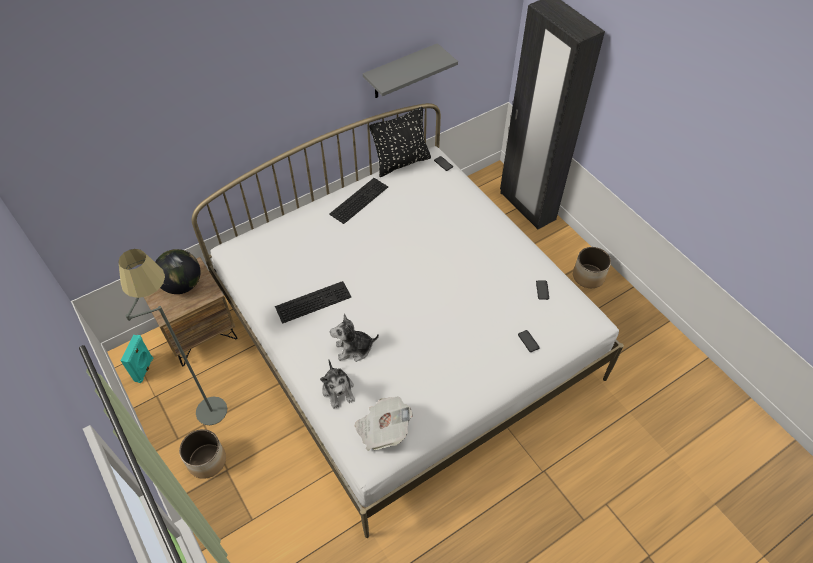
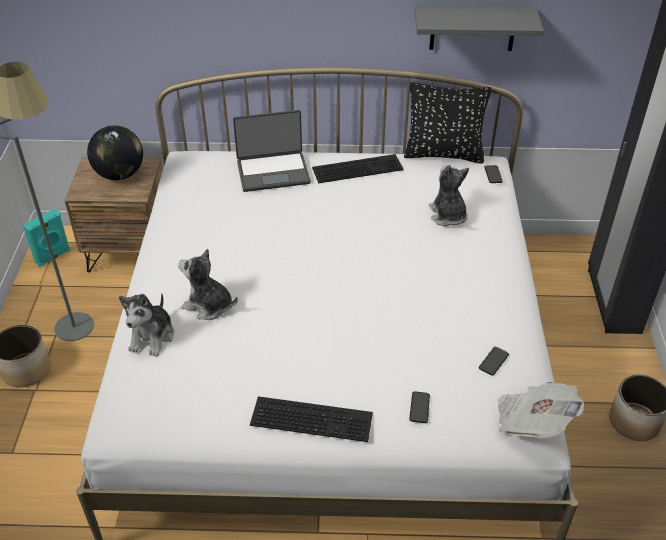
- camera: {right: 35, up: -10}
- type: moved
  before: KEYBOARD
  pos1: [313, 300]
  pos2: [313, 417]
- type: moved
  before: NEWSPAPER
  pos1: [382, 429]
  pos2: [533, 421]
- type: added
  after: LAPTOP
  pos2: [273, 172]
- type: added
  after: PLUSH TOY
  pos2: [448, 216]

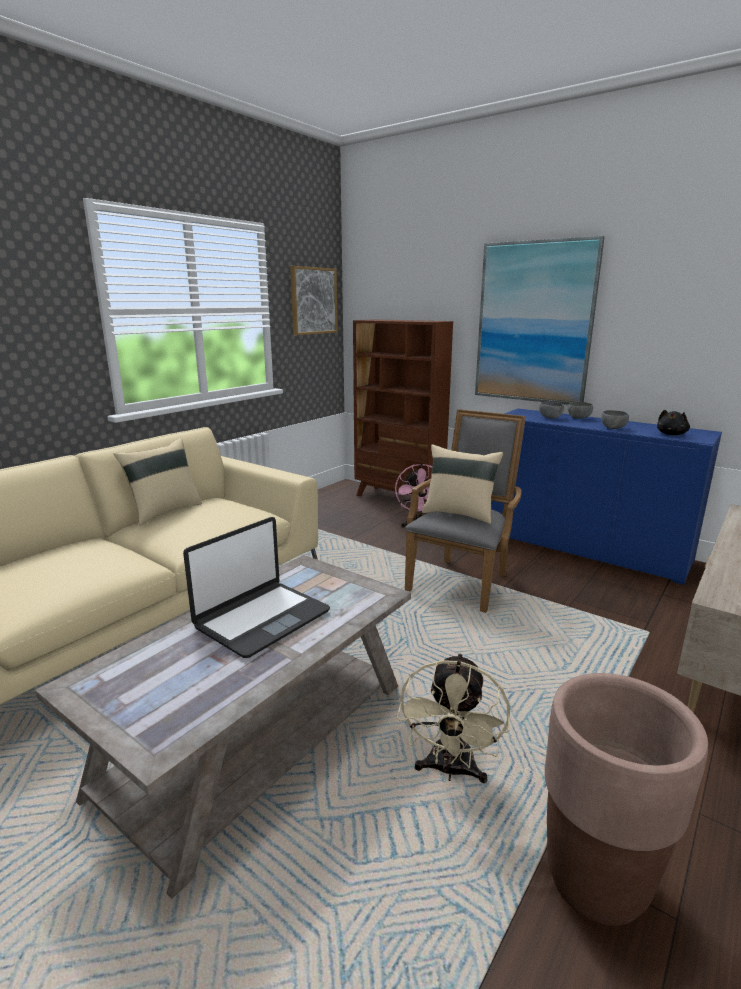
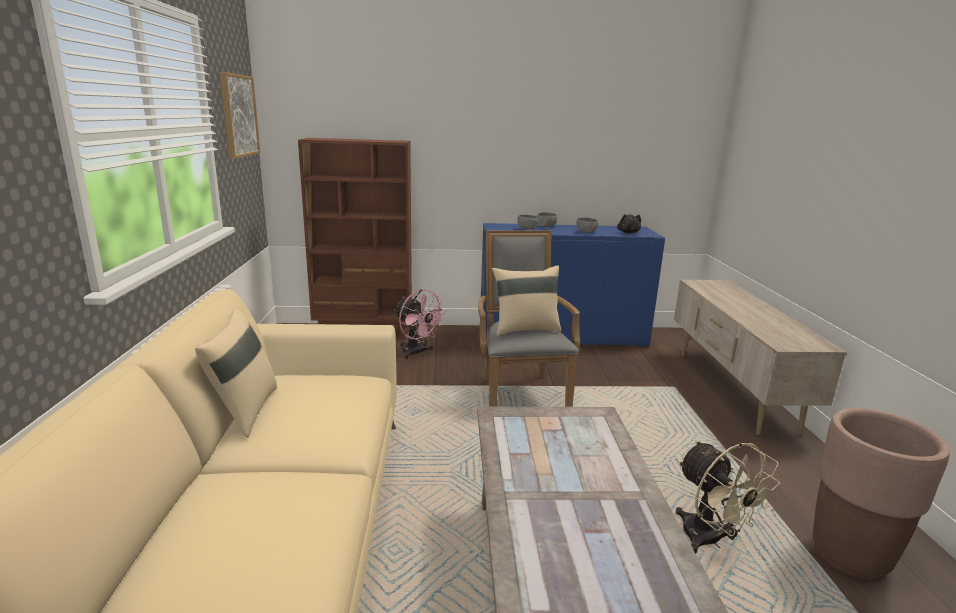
- camera: {right: -40, up: 0}
- type: removed
  before: LAPTOP
  pos1: [261, 619]
- type: removed
  before: PICTURE
  pos1: [534, 323]

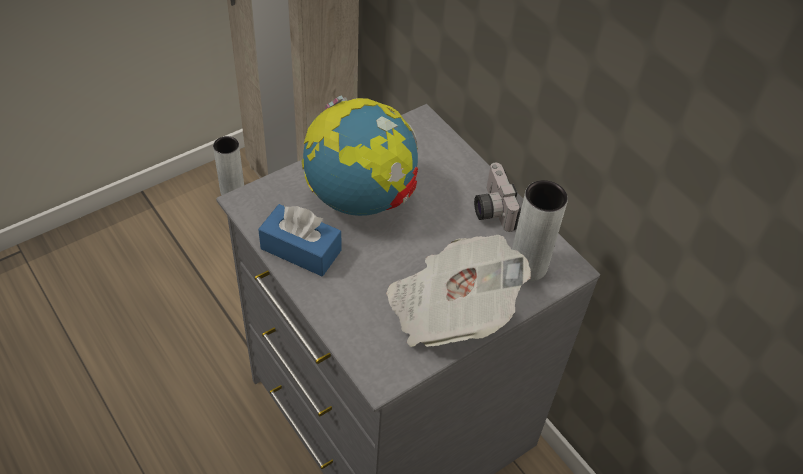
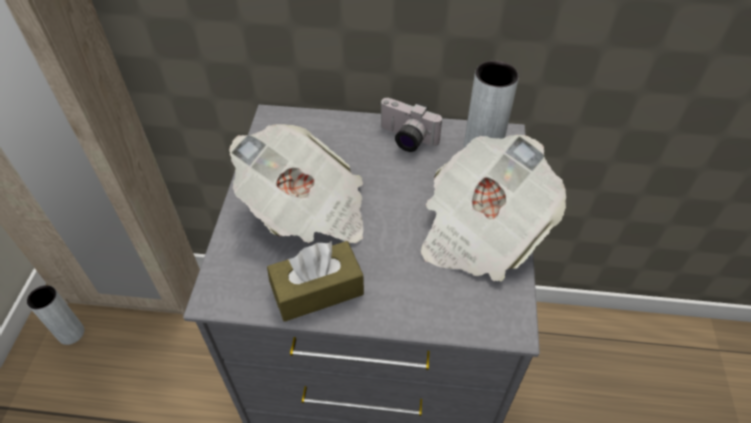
- camera: {right: -45, up: 0}
- type: recoloured
  before: BLUE TISSUE BOX
  after: BROWN TISSUE BOX
  pos1: [301, 249]
  pos2: [317, 290]
- type: replaced
  before: GLOBE
  after: NEWSPAPER
  pos1: [360, 198]
  pos2: [307, 209]

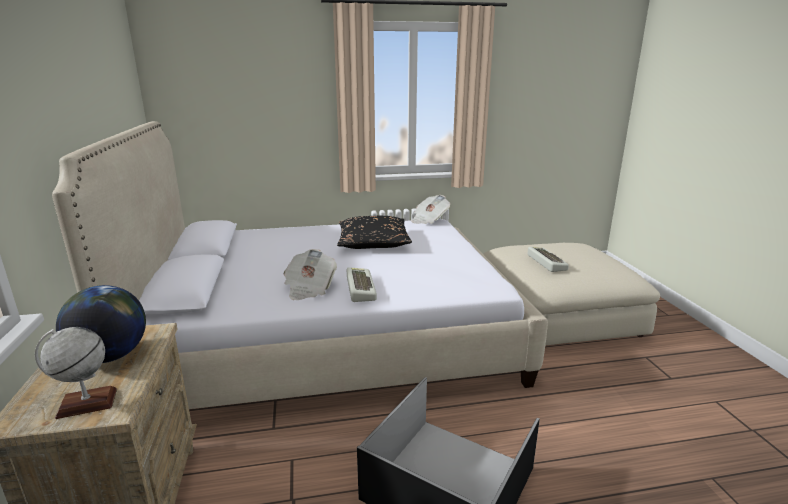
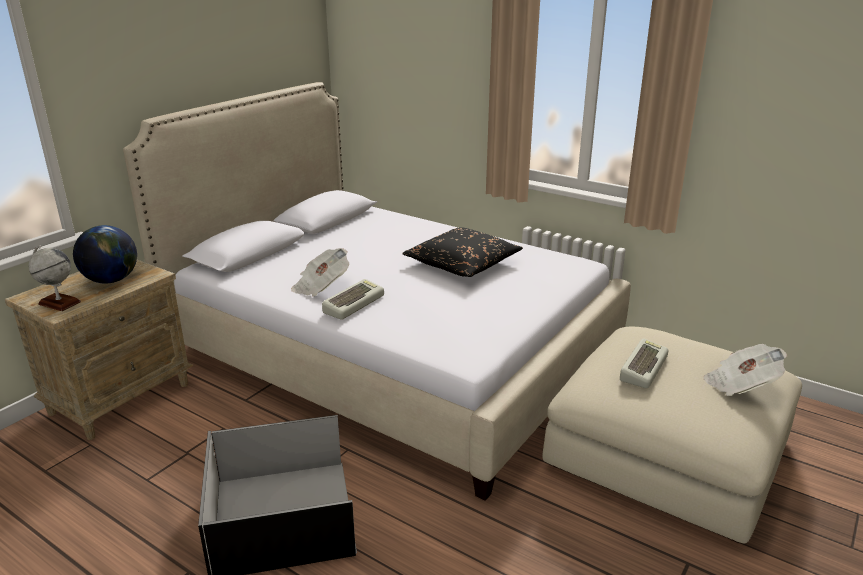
- camera: {right: 45, up: 5}
- type: moved
  before: NEWSPAPER
  pos1: [429, 220]
  pos2: [740, 385]

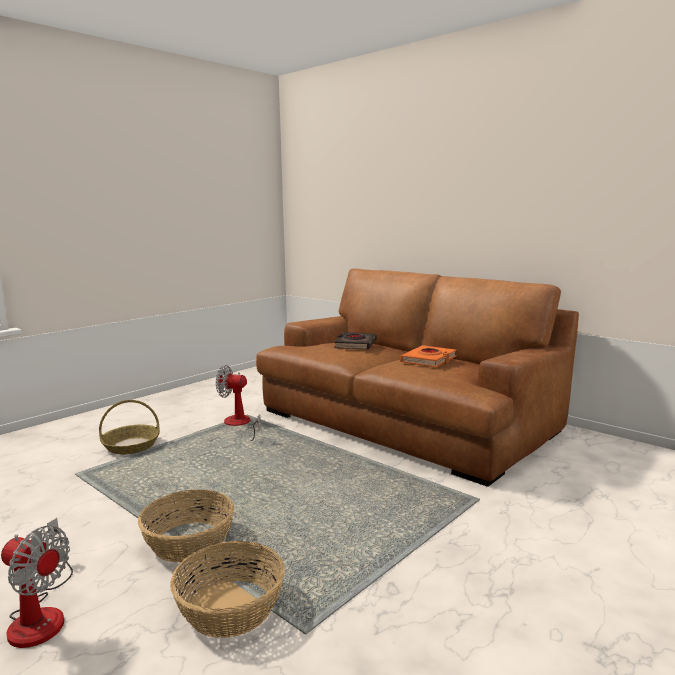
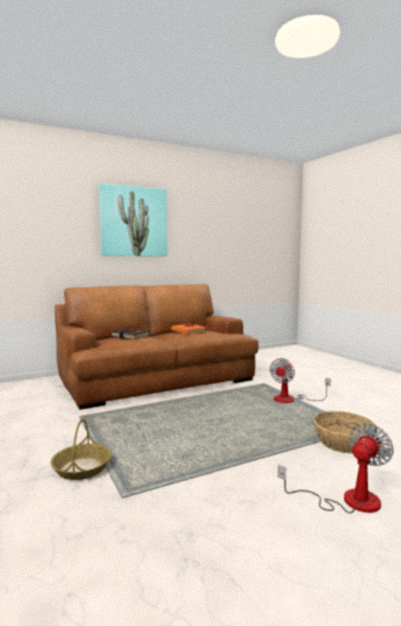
- camera: {right: -70, up: -5}
- type: removed
  before: BASKET
  pos1: [189, 541]
- type: moved
  before: FAN
  pos1: [240, 425]
  pos2: [291, 400]
- type: added
  after: PICTURE
  pos2: [133, 222]

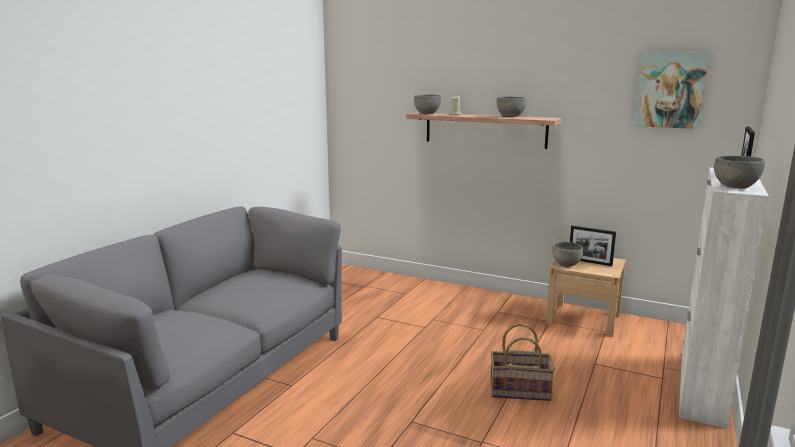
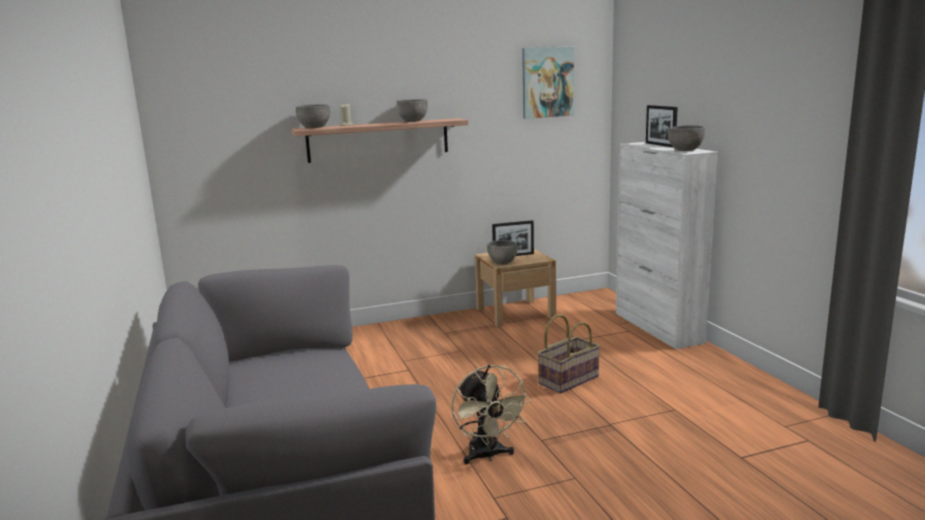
- camera: {right: -45, up: 0}
- type: added
  after: BEIGE FAN
  pos2: [487, 456]

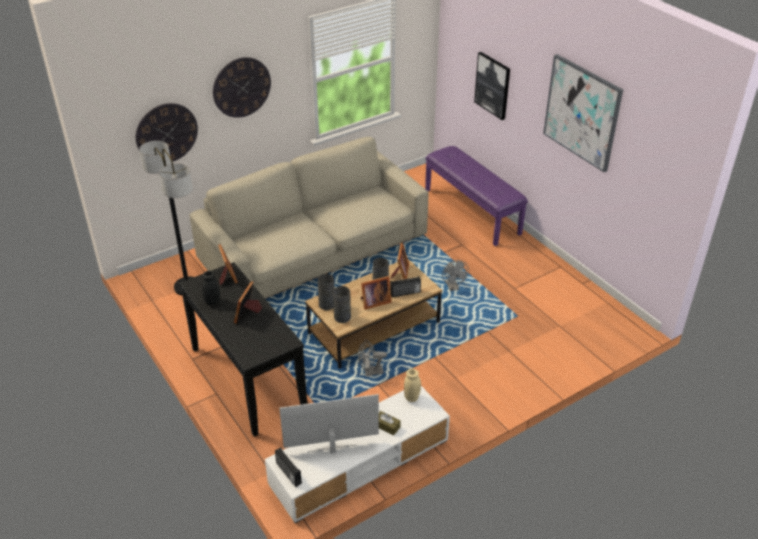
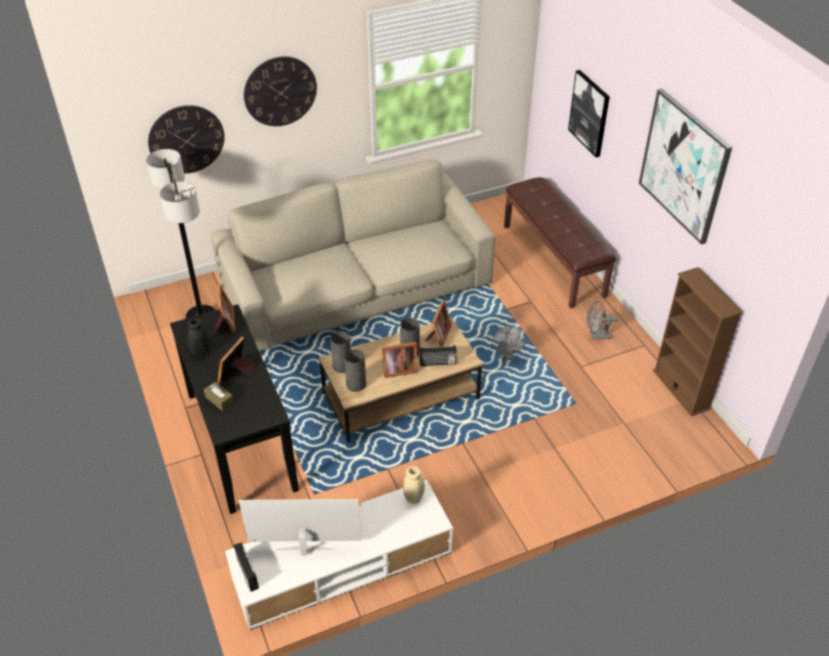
- camera: {right: 10, up: 5}
- type: moved
  before: GREY FAN
  pos1: [370, 372]
  pos2: [596, 336]
- type: moved
  before: BROWN TISSUE BOX
  pos1: [387, 426]
  pos2: [219, 400]
- type: recoloured
  before: PURPLE BENCH
  after: BROWN BENCH
  pos1: [472, 211]
  pos2: [554, 260]
- type: added
  after: BROWN BOOKCASE
  pos2: [681, 389]

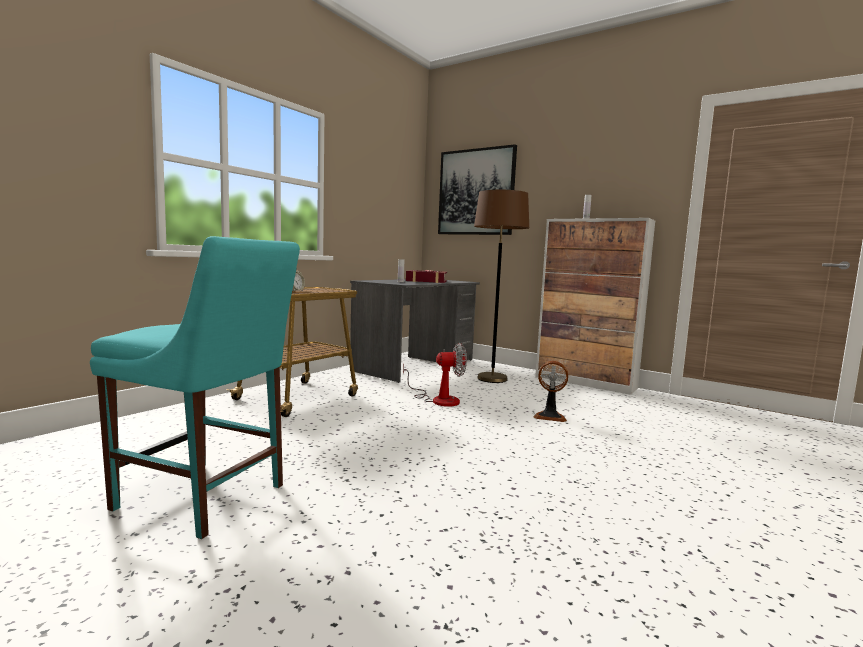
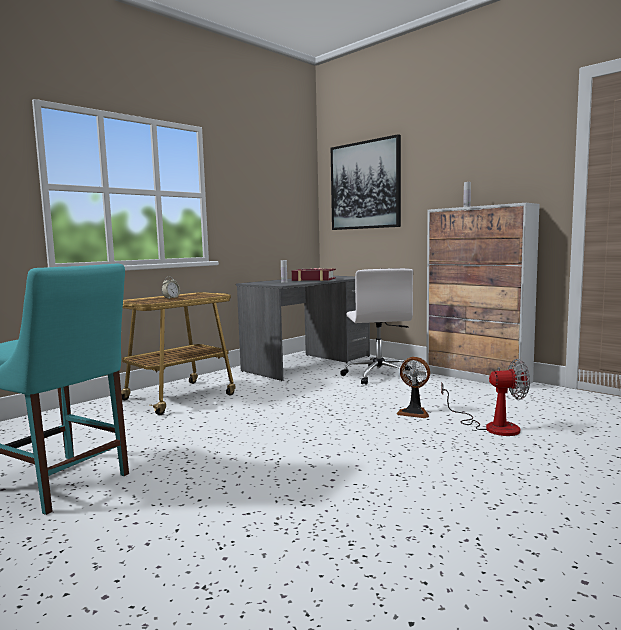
- camera: {right: 10, up: 0}
- type: moved
  before: FAN
  pos1: [438, 399]
  pos2: [491, 426]
- type: replaced
  before: BROWN FLOOR LAMP
  after: WHITE OFFICE CHAIR
  pos1: [492, 379]
  pos2: [378, 375]

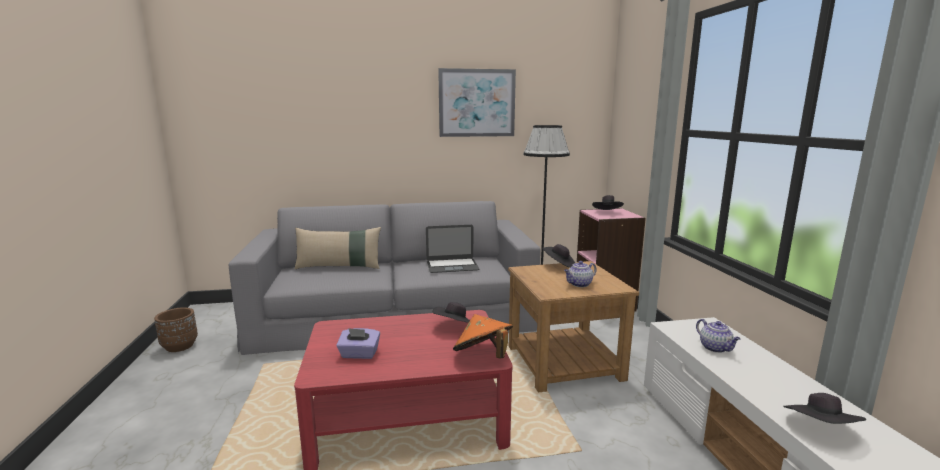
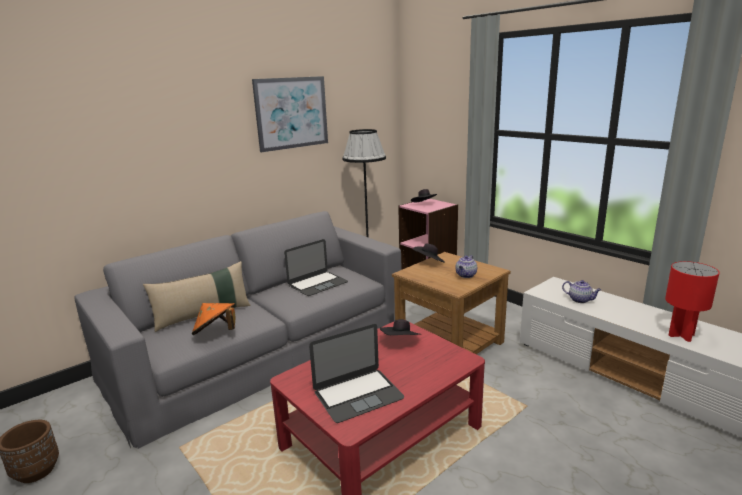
- camera: {right: -30, up: 5}
- type: replaced
  before: PURPLE TISSUE BOX
  after: LAPTOP
  pos1: [359, 354]
  pos2: [358, 395]
- type: moved
  before: ORANGE HAT
  pos1: [483, 356]
  pos2: [216, 332]
- type: replaced
  before: BLACK HAT
  after: RED TABLE LAMP
  pos1: [820, 429]
  pos2: [681, 335]

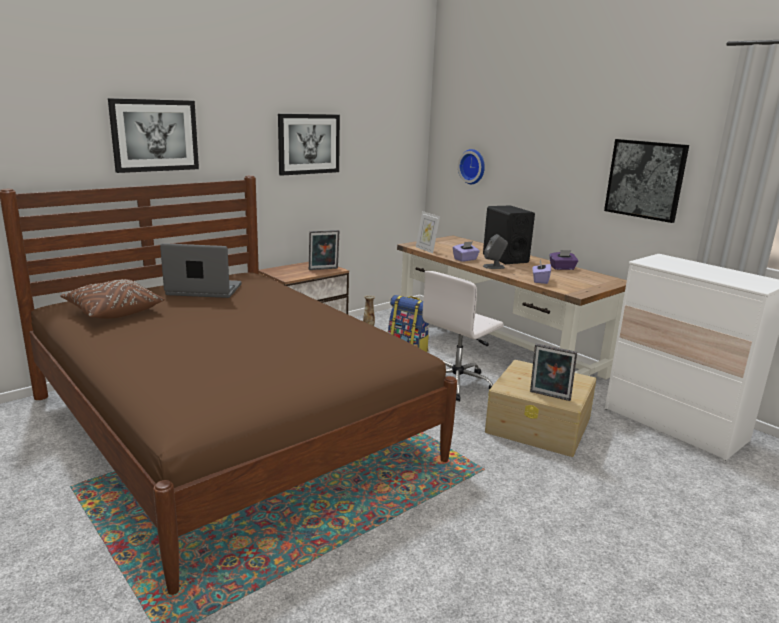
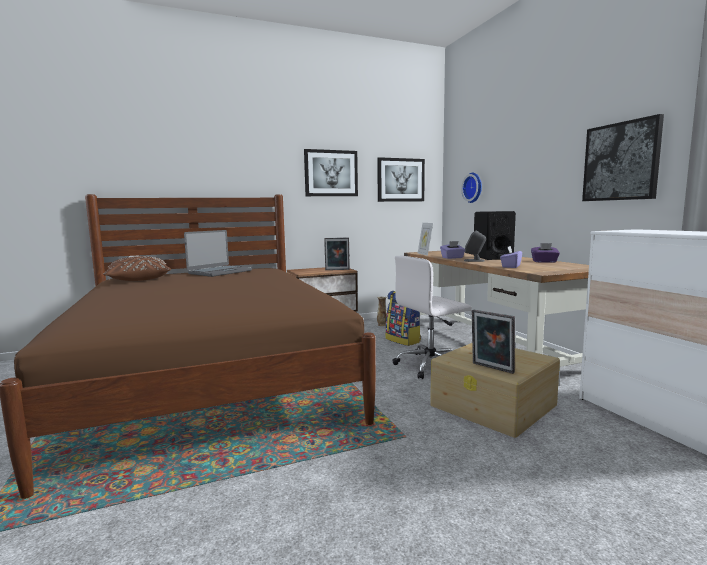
- camera: {right: 20, up: -10}
- type: moved
  before: PICTURE
  pos1: [155, 135]
  pos2: [400, 180]
- type: turned
  before: LAPTOP
  pos1: [204, 290]
  pos2: [219, 272]
  turn: 105

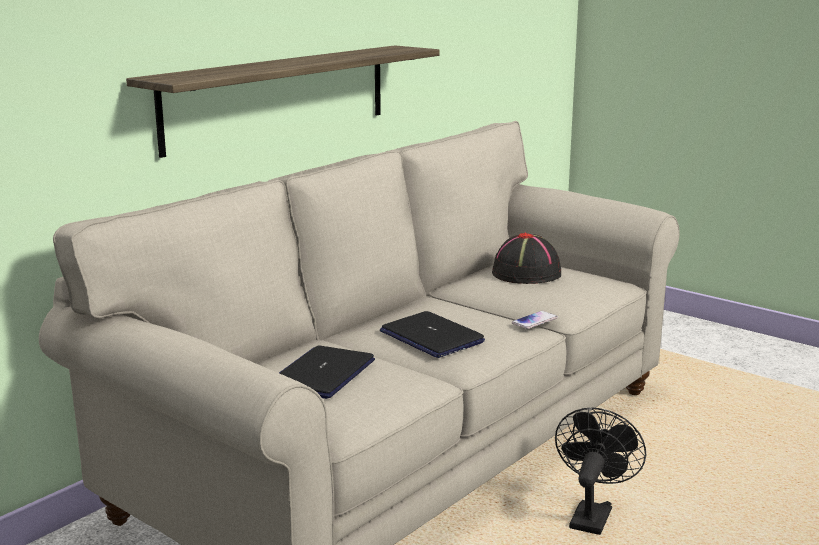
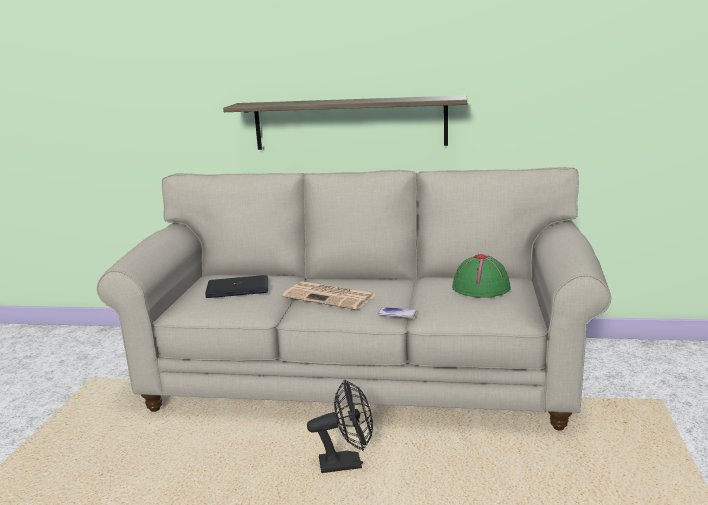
- camera: {right: 60, up: 0}
- type: replaced
  before: LAPTOP
  after: NEWSPAPER
  pos1: [431, 337]
  pos2: [331, 296]
- type: recoloured
  before: BLACK HAT
  after: GREEN HAT
  pos1: [527, 273]
  pos2: [481, 287]

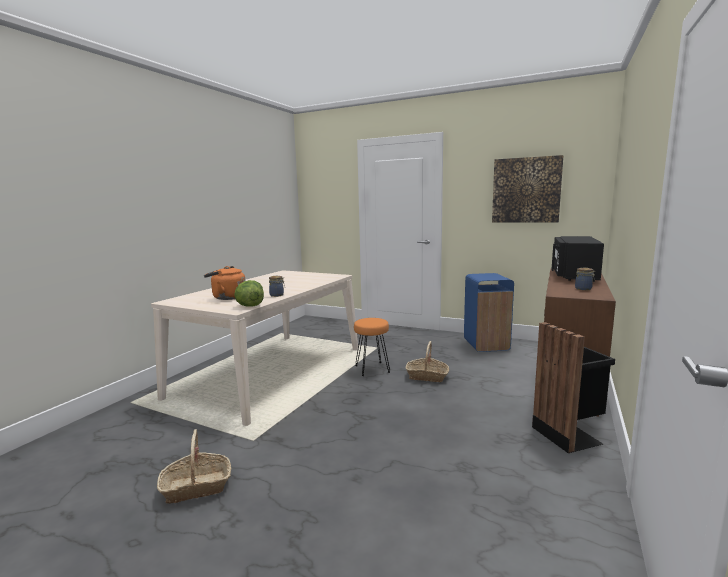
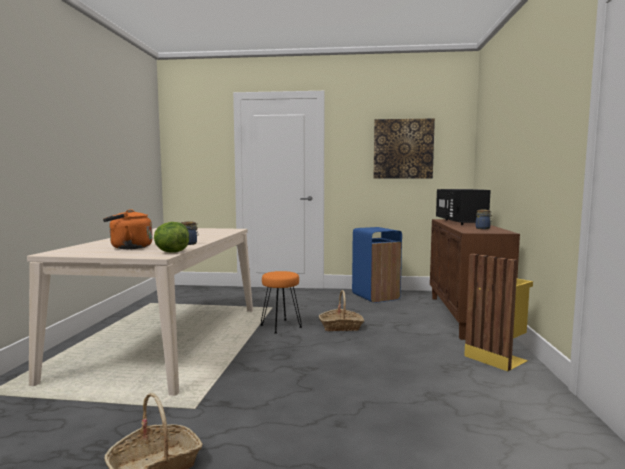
- camera: {right: -20, up: -5}
- type: recoloured
  before: BLACK TRASH CAN
  after: YELLOW TRASH CAN
  pos1: [568, 434]
  pos2: [496, 357]

